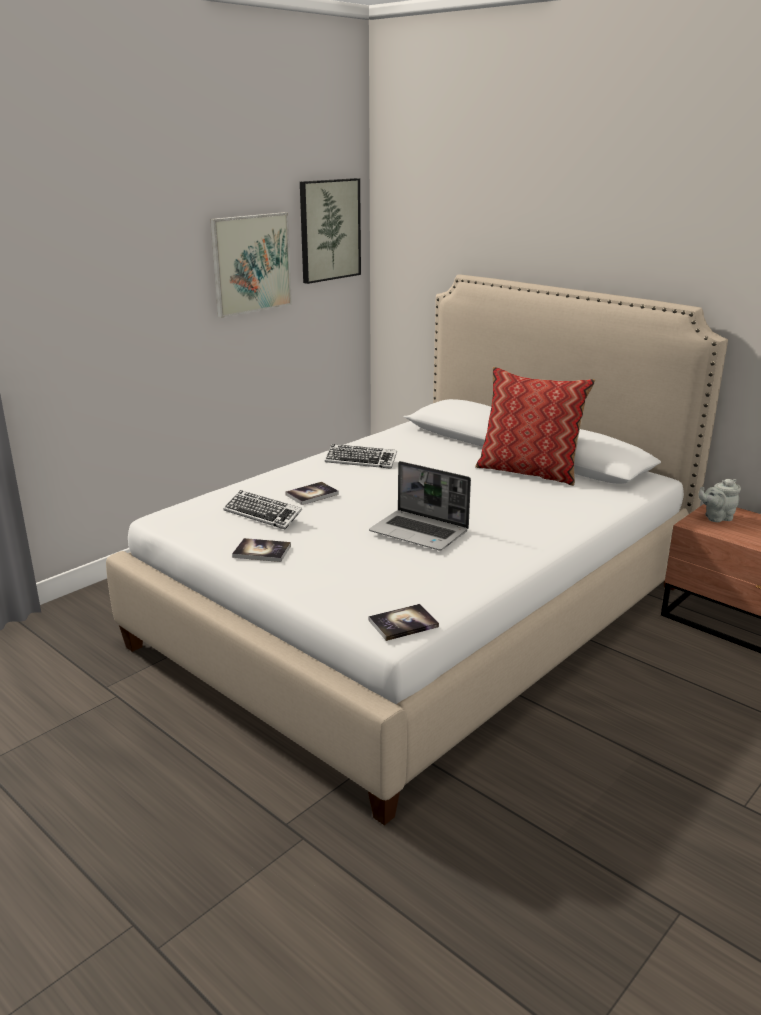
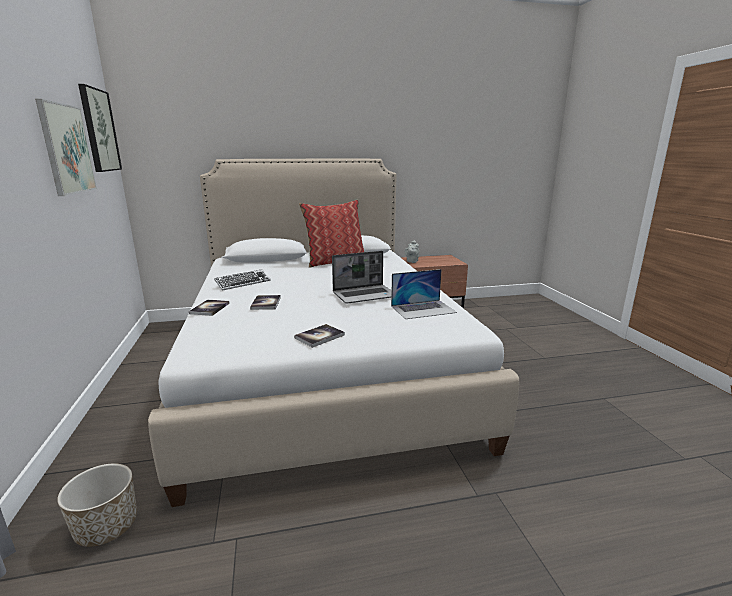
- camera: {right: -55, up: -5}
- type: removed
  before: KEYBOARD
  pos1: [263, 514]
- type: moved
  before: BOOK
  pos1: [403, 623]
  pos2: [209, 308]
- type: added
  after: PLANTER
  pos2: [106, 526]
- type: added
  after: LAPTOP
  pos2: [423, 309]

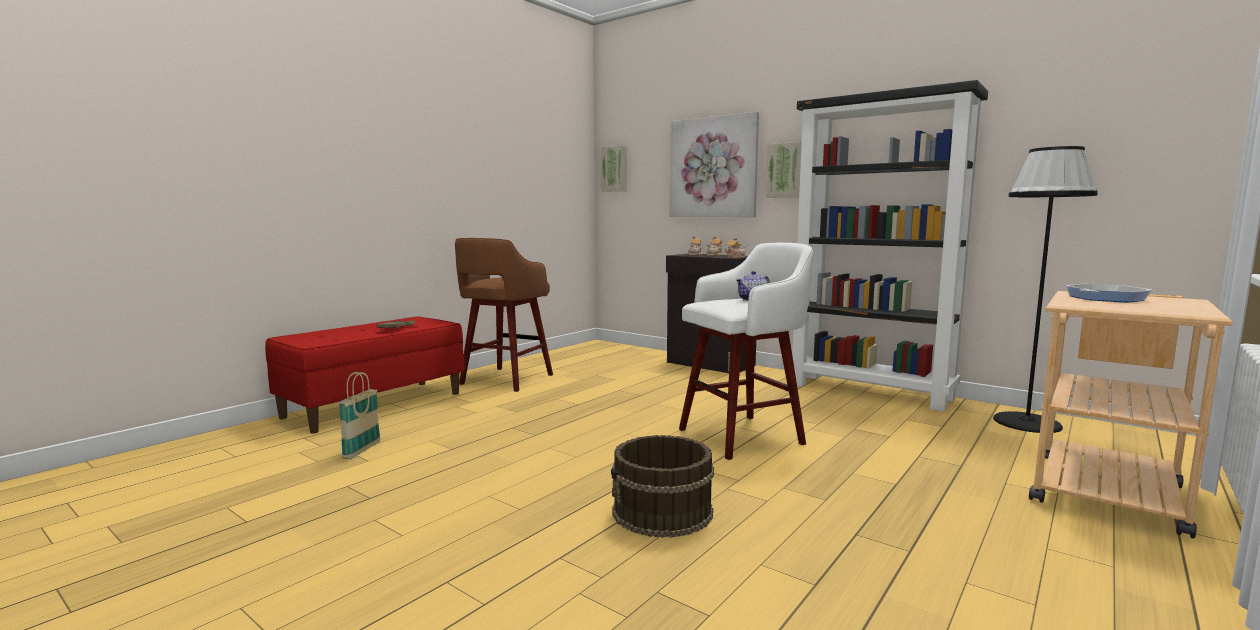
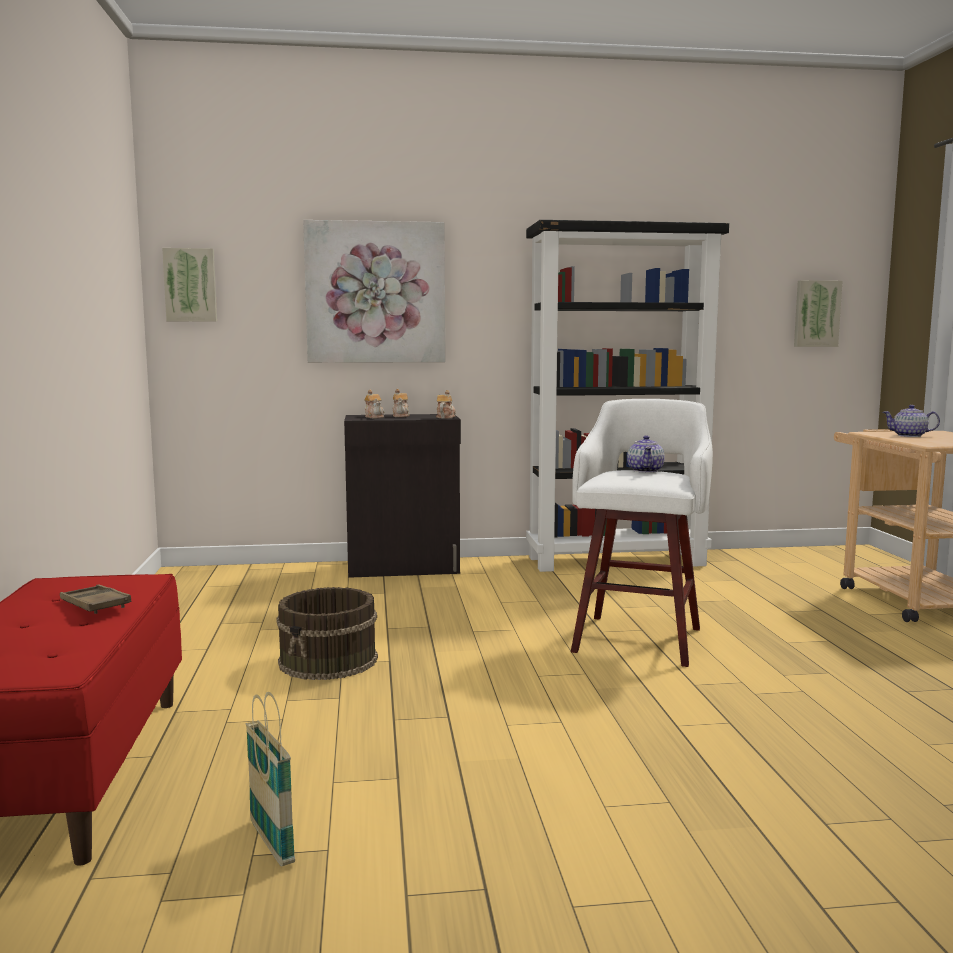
- camera: {right: -45, up: 0}
- type: removed
  before: BROWN STOOL
  pos1: [505, 380]
- type: moved
  before: BROWN BUCKET
  pos1: [662, 512]
  pos2: [329, 661]
- type: moved
  before: PICTURE
  pos1: [785, 170]
  pos2: [816, 313]
- type: removed
  before: BLACK FLOOR LAMP
  pos1: [1026, 422]
- type: replaced
  before: FRYING PAN
  after: TEAPOT
  pos1: [1106, 298]
  pos2: [909, 436]

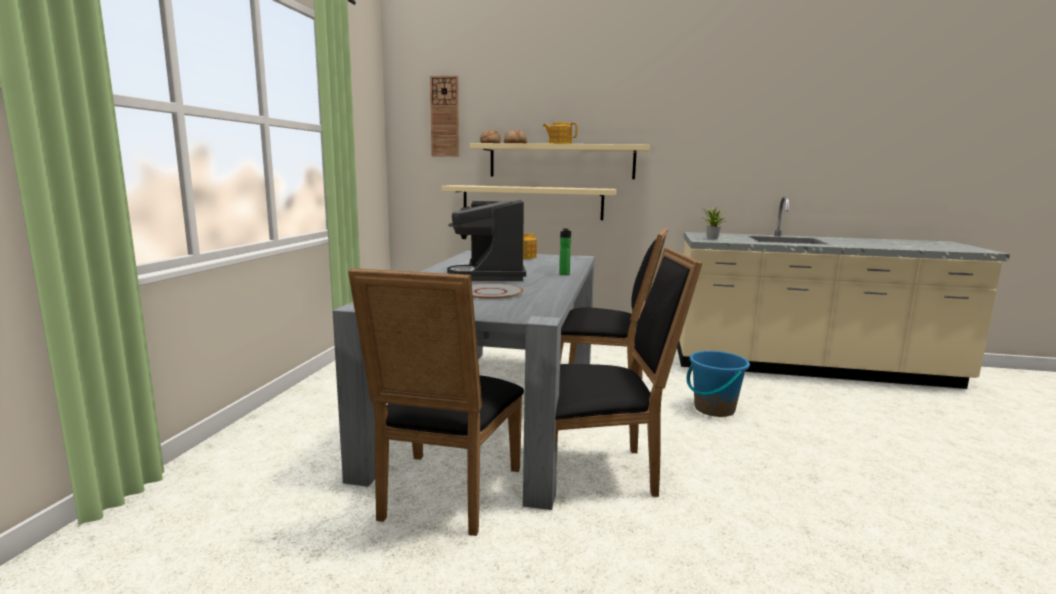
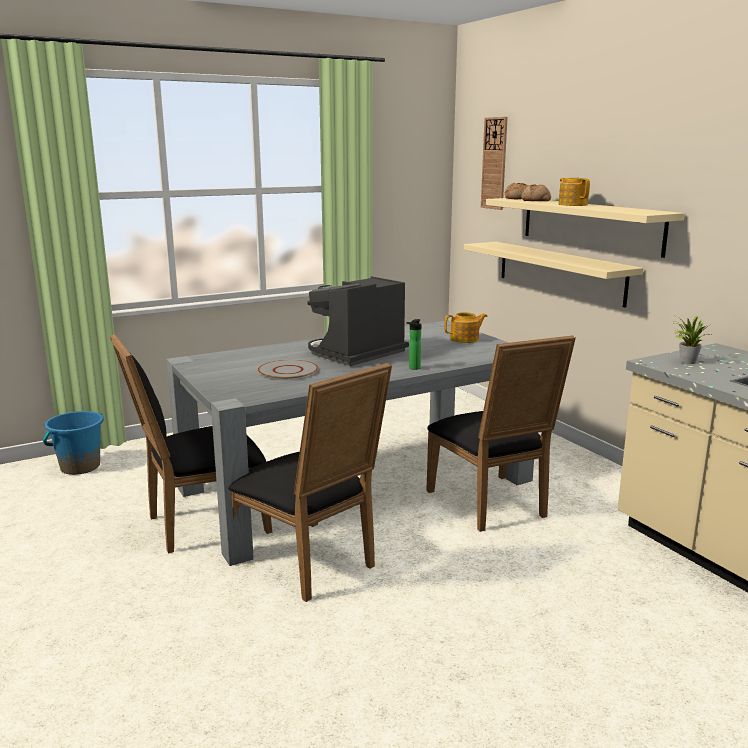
- camera: {right: 50, up: 5}
- type: moved
  before: BLUE BUCKET
  pos1: [714, 409]
  pos2: [80, 467]

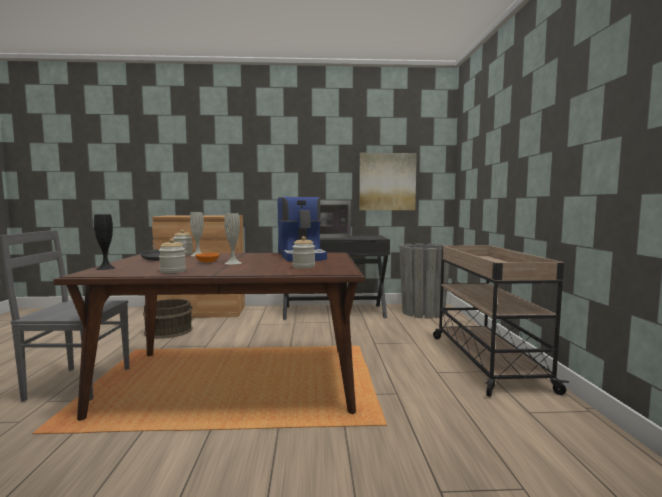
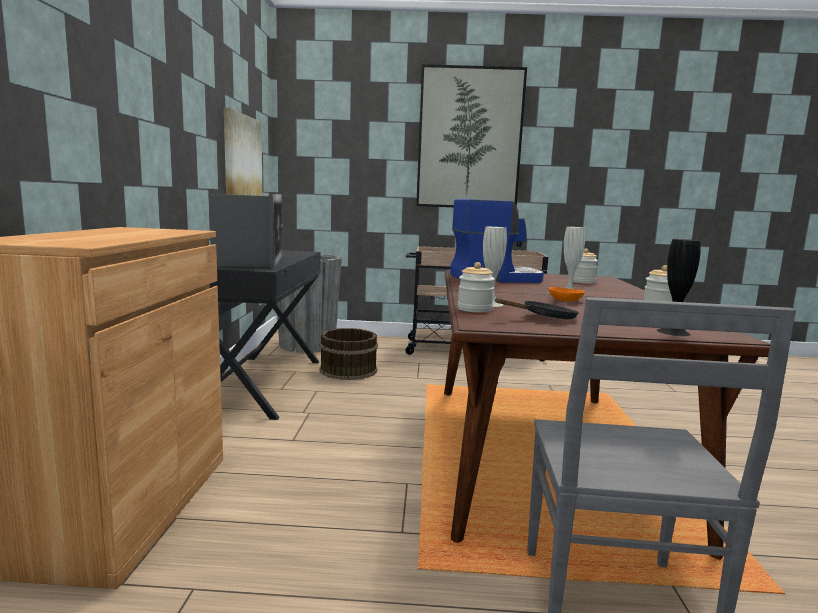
- camera: {right: -85, up: 5}
- type: moved
  before: BROWN BUCKET
  pos1: [168, 331]
  pos2: [347, 370]
- type: added
  after: PICTURE
  pos2: [469, 139]

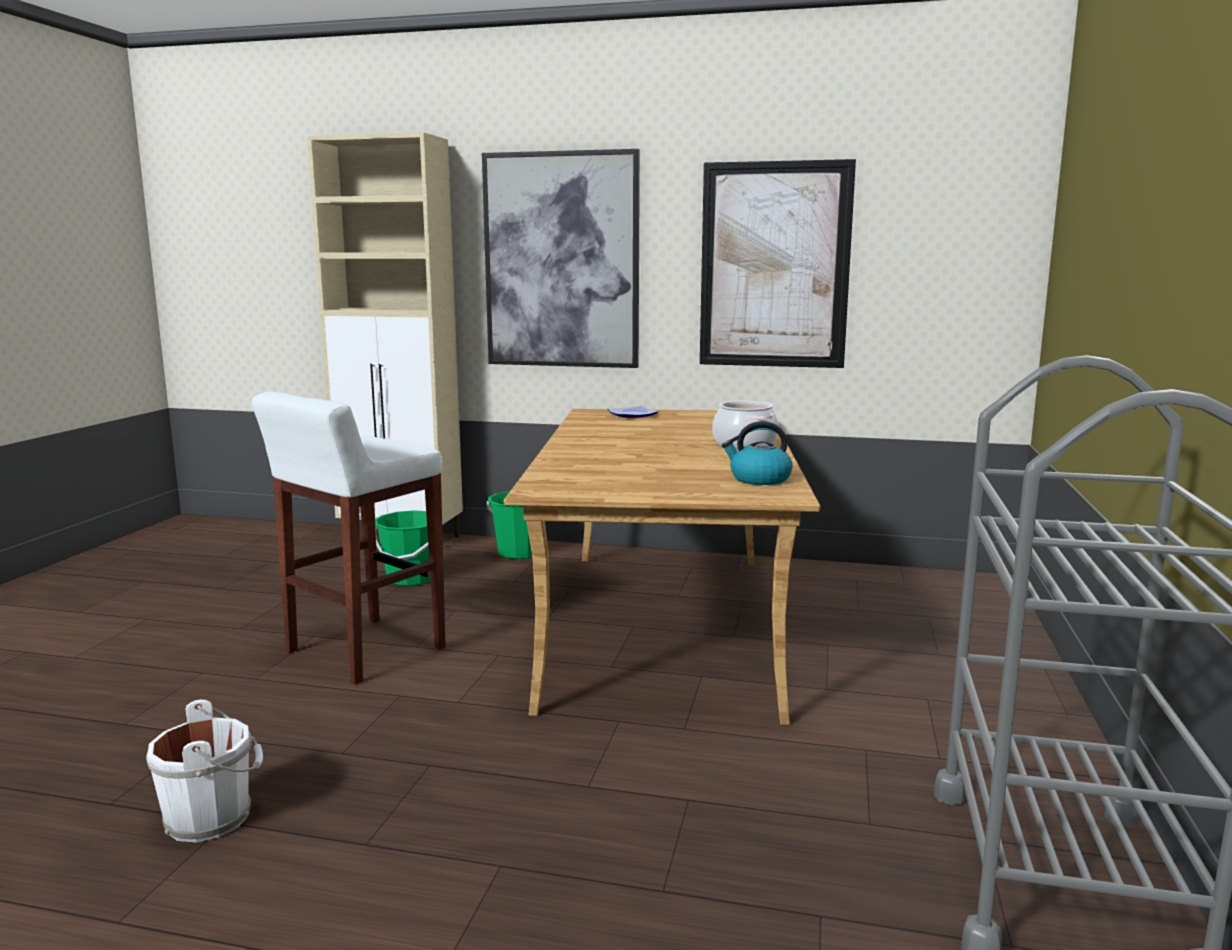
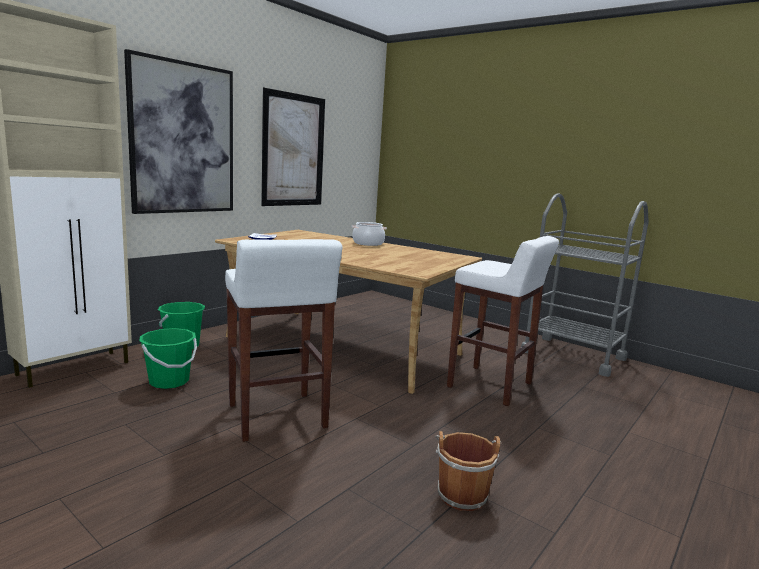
- camera: {right: -65, up: 0}
- type: recoloured
  before: WHITE BUCKET
  after: BROWN BUCKET
  pos1: [213, 817]
  pos2: [461, 493]
- type: removed
  before: KETTLE
  pos1: [759, 479]
- type: added
  after: WHITE STOOL
  pos2: [491, 386]

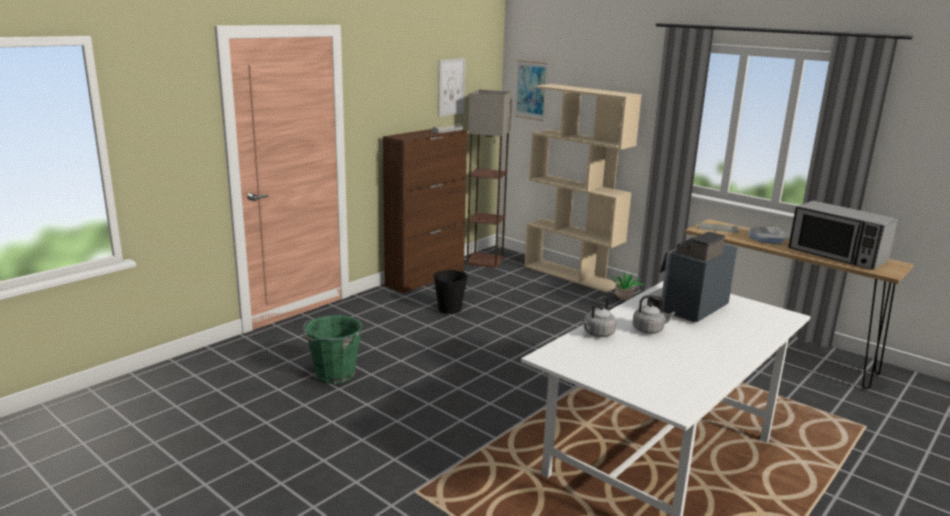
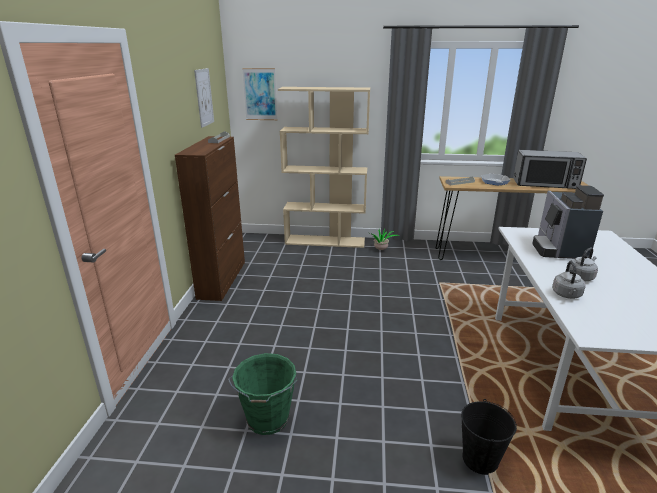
- camera: {right: -35, up: 5}
- type: moved
  before: BLACK BUCKET
  pos1: [449, 309]
  pos2: [479, 459]
- type: removed
  before: FLOOR LAMP
  pos1: [485, 260]

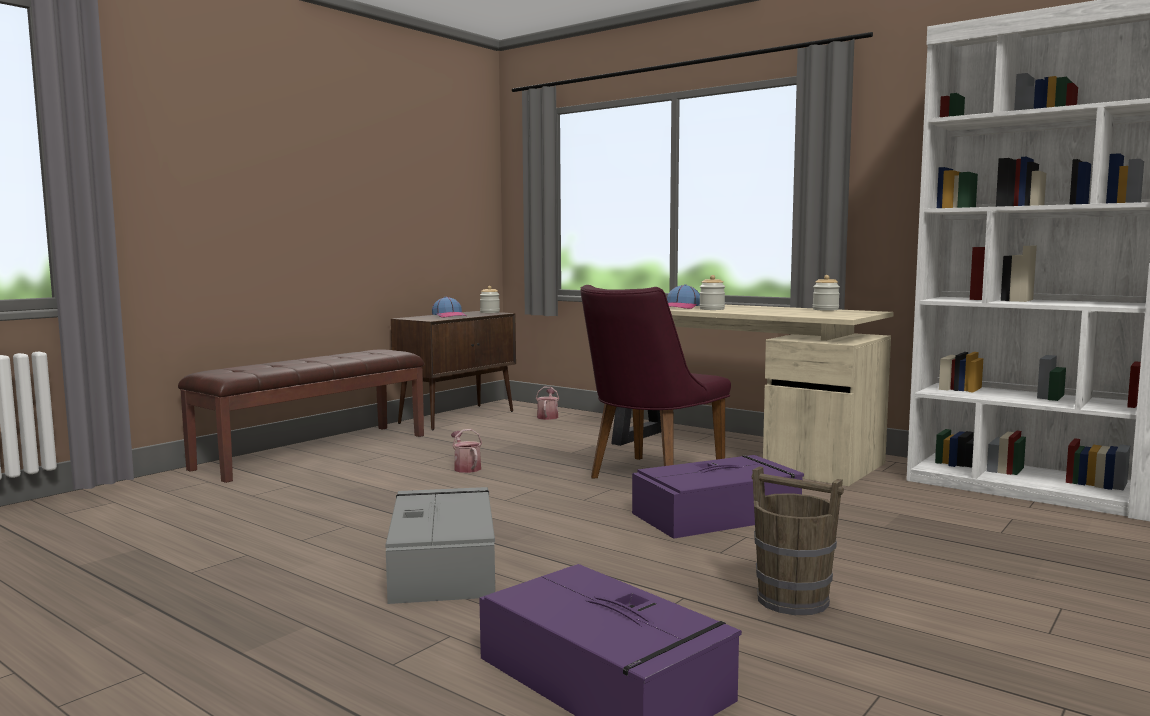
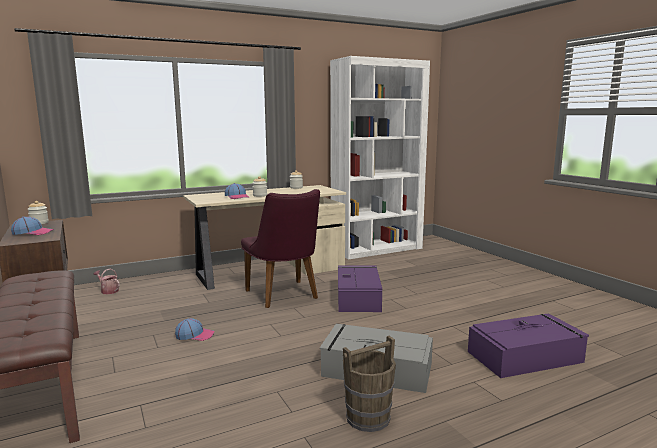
- camera: {right: -65, up: 5}
- type: replaced
  before: WATERING CAN
  after: CAP
  pos1: [466, 467]
  pos2: [195, 335]
- type: moved
  before: BROWN BUCKET
  pos1: [792, 600]
  pos2: [367, 418]

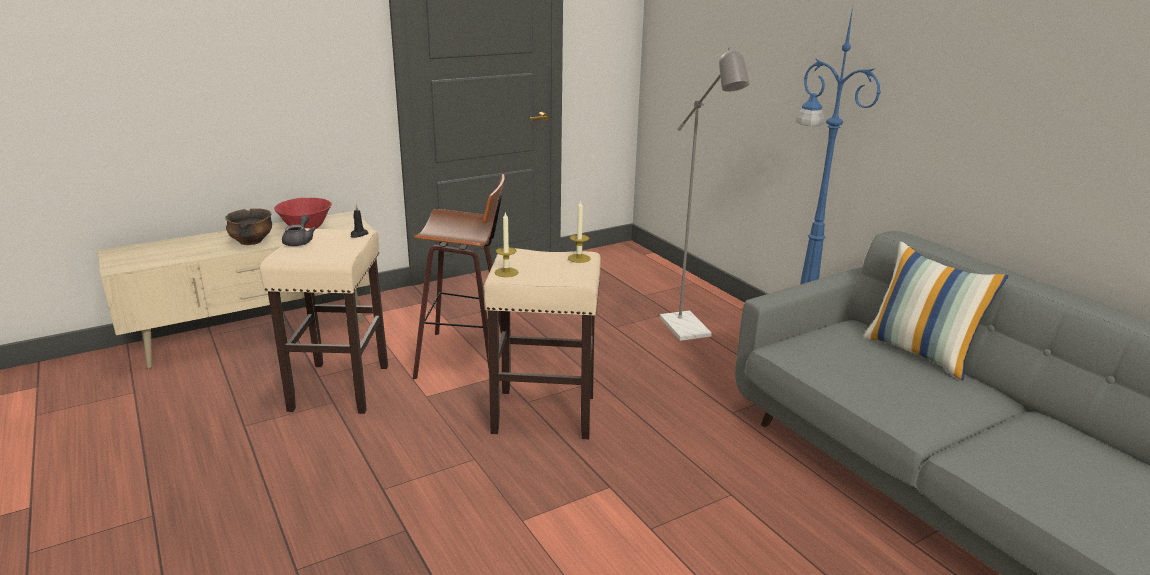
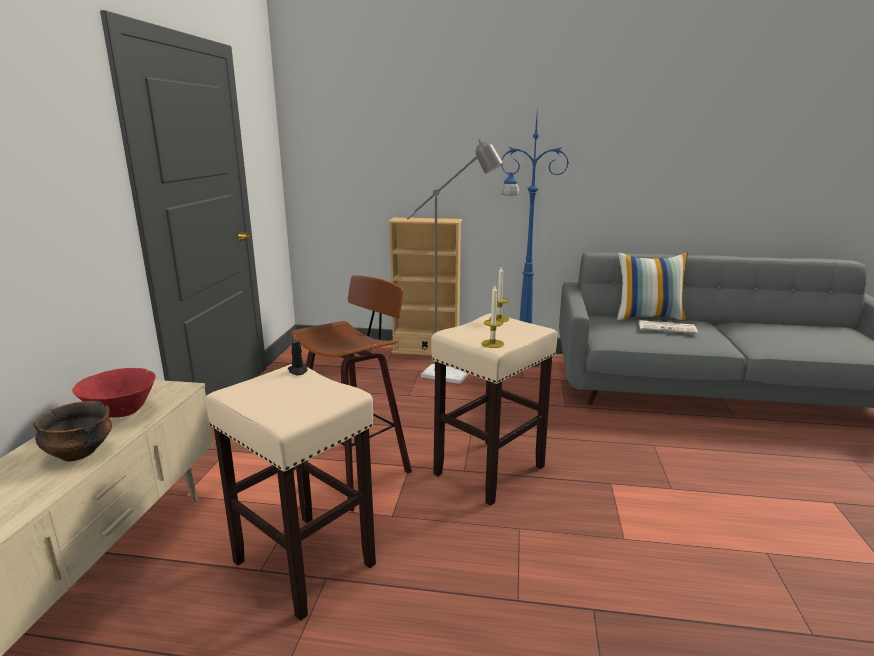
- camera: {right: -50, up: -5}
- type: removed
  before: GREY TEAPOT
  pos1: [300, 241]
- type: added
  after: BEIGE BOOKCASE
  pos2: [426, 351]
- type: added
  after: NEWSPAPER
  pos2: [667, 328]

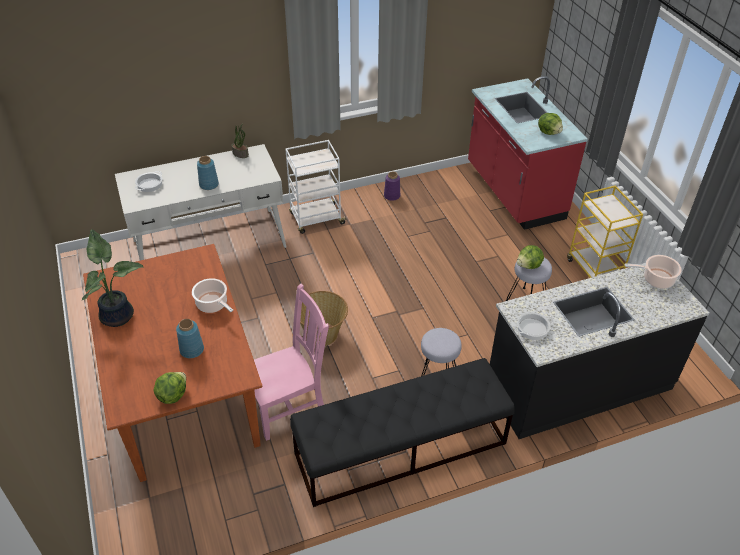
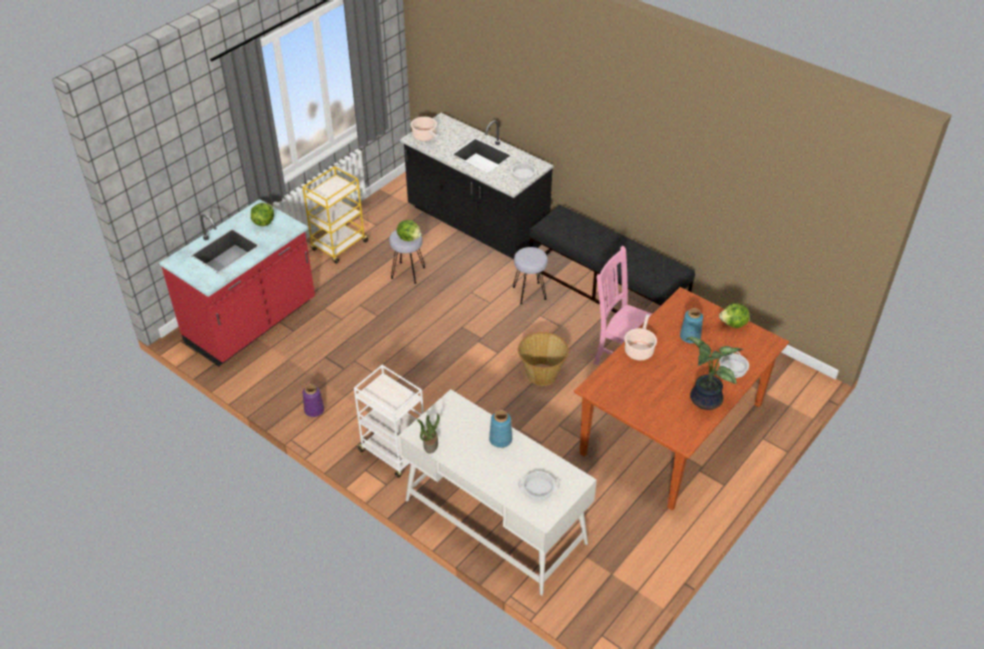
- camera: {right: -120, up: 0}
- type: added
  after: COOKING POT
  pos2: [732, 368]

